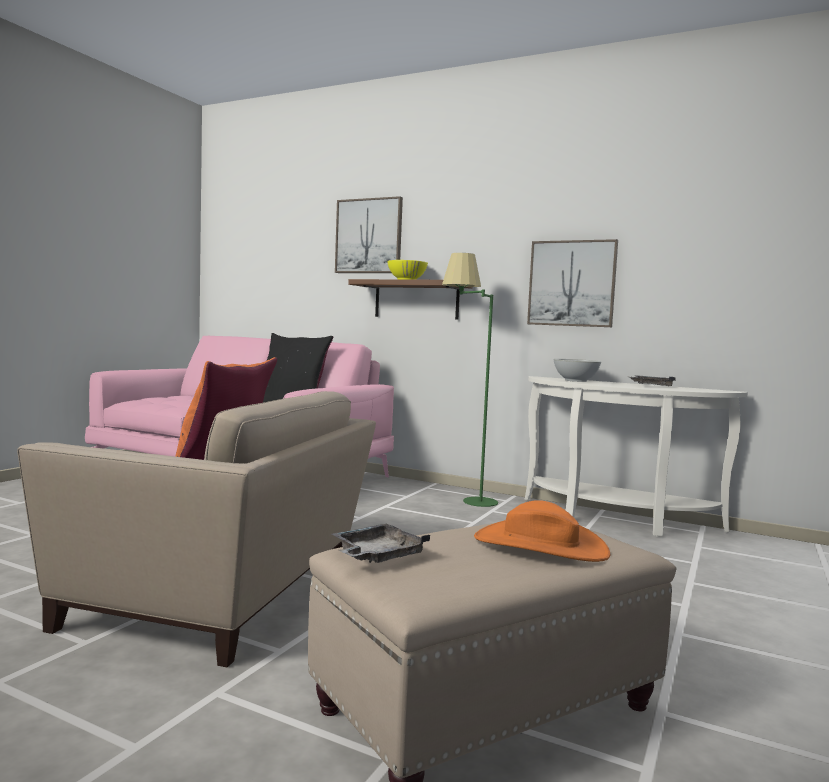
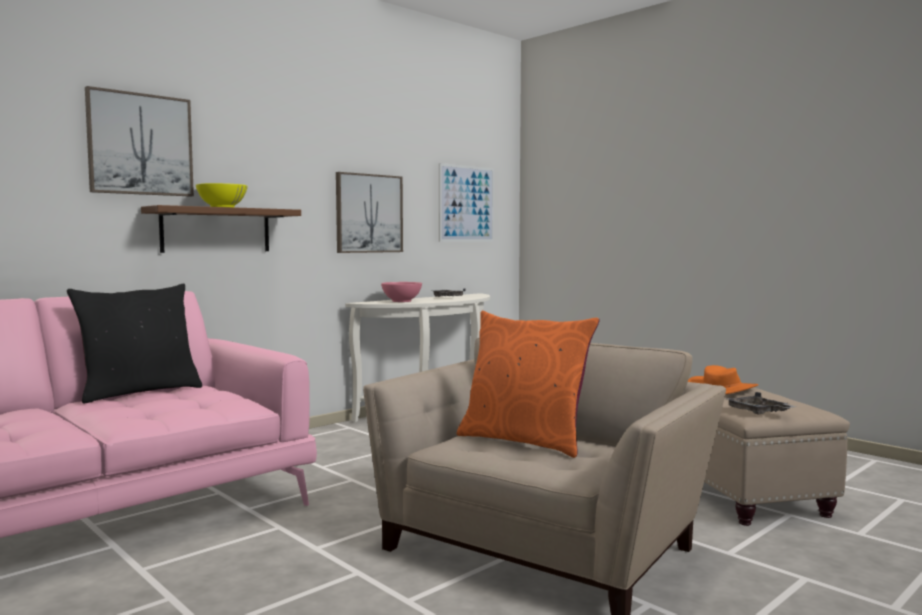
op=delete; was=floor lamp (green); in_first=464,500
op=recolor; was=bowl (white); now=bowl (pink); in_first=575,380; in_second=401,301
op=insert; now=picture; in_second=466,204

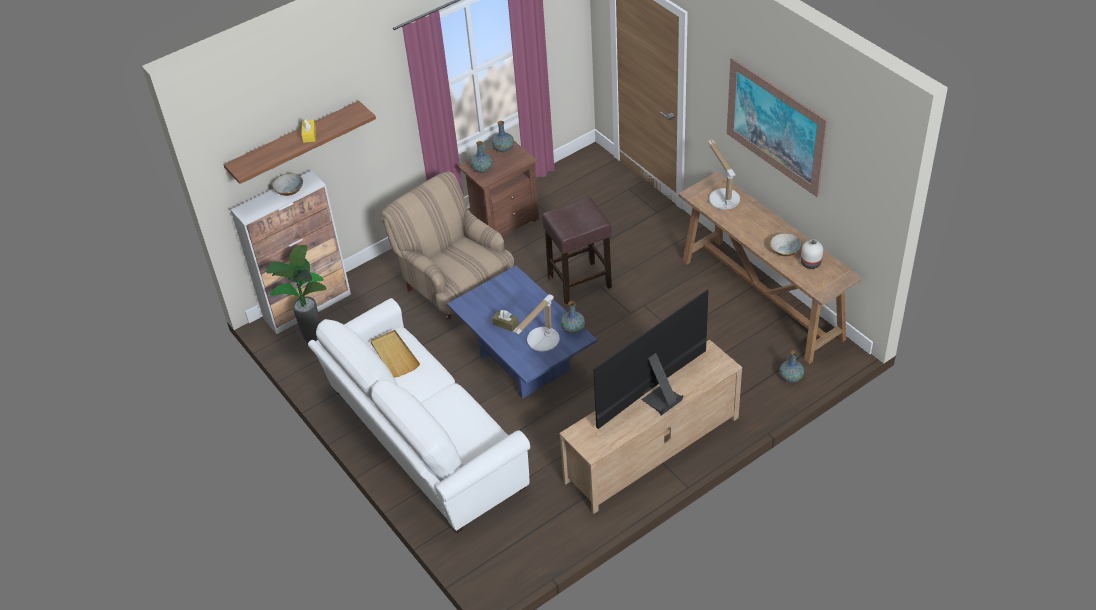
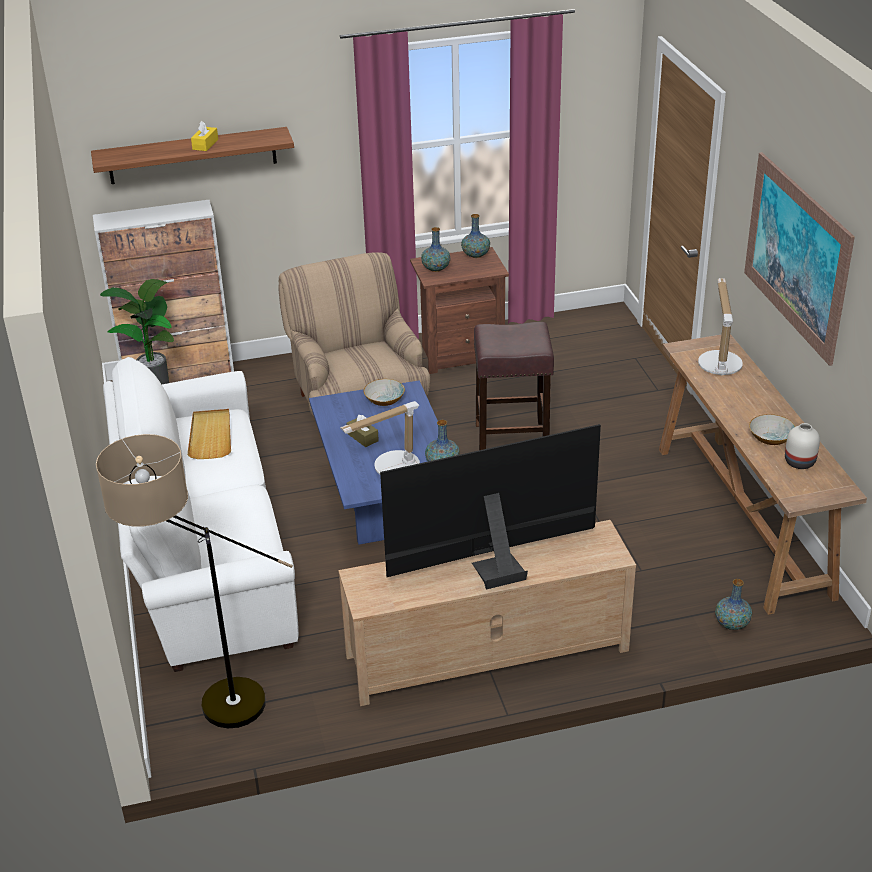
op=move; was=bowl; in_first=289,191; in_second=384,401
op=insert; now=floor lamp; in_second=207,709

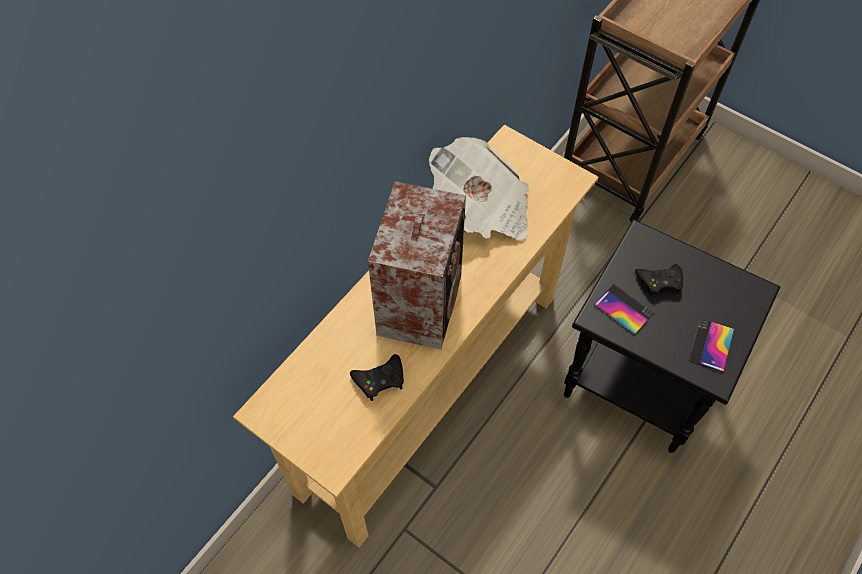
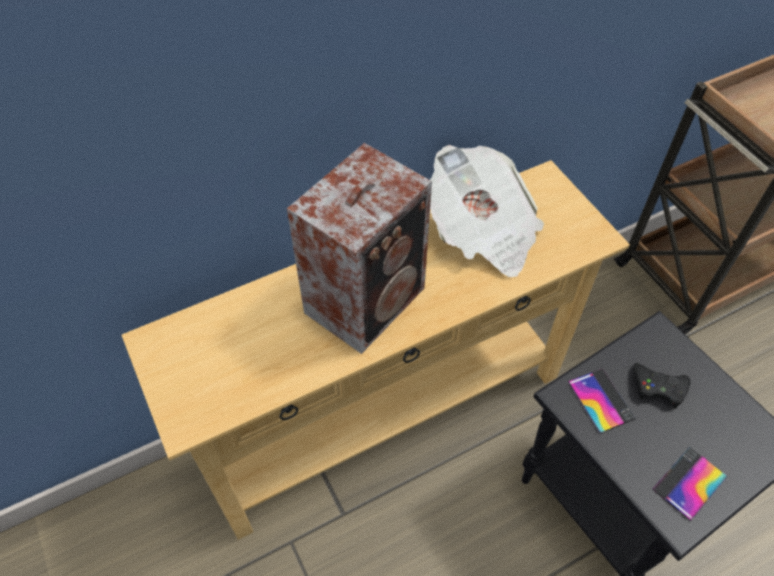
op=delete; was=game controller (black); in_first=380,379

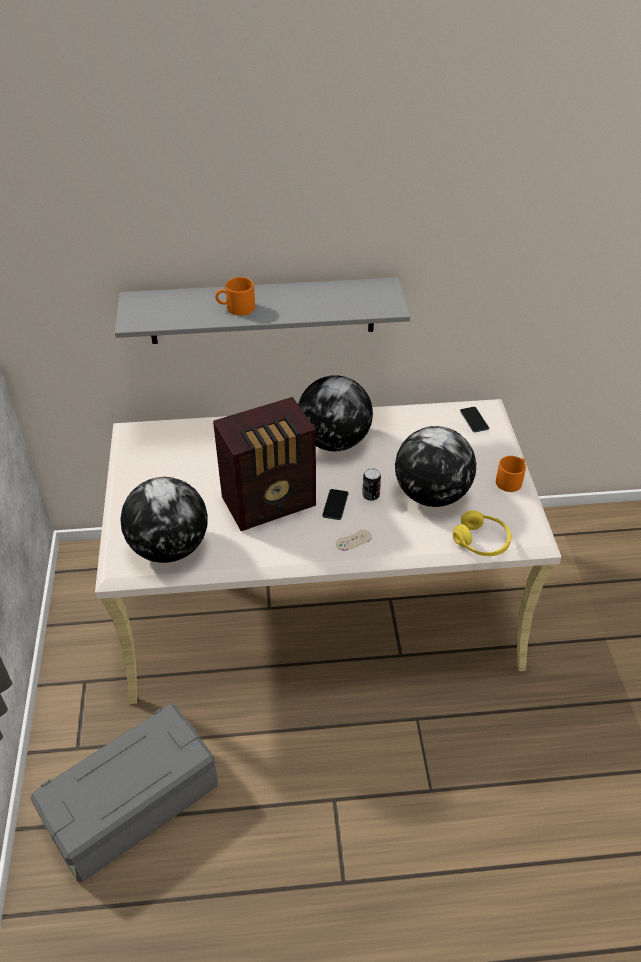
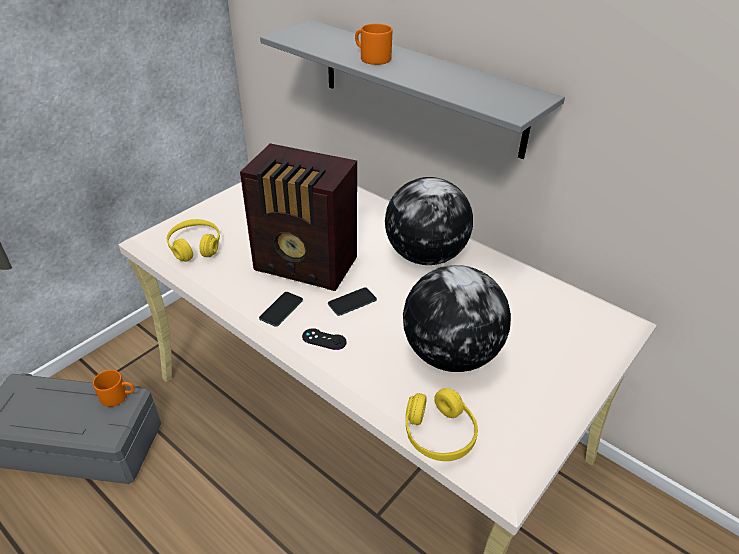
op=move; was=phone; in_first=474,420; in_second=281,309
op=move; was=mug (orange); in_first=511,480; in_second=118,396
op=delete; was=can; in_first=370,495
op=replace; was=globe; now=headphones (yellow); in_first=169,547; in_second=195,247
op=recolor; was=game controller (beige); now=game controller (black); in_first=353,540; in_second=324,339

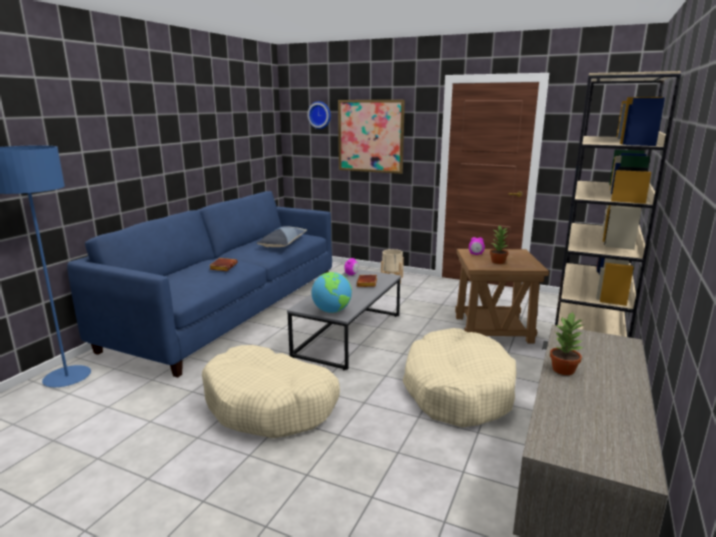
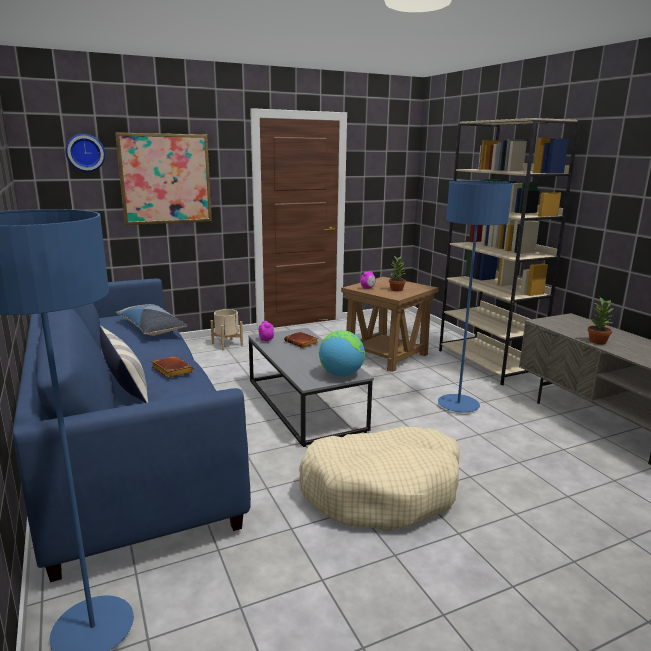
op=replace; was=dog bed (beige); now=floor lamp (blue); in_first=457,390; in_second=458,405
op=insert; now=pillow; in_second=126,384

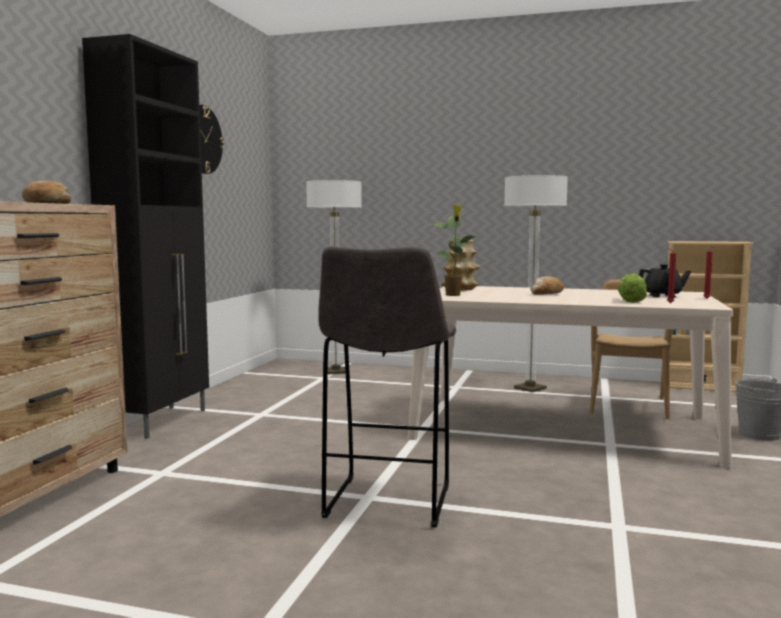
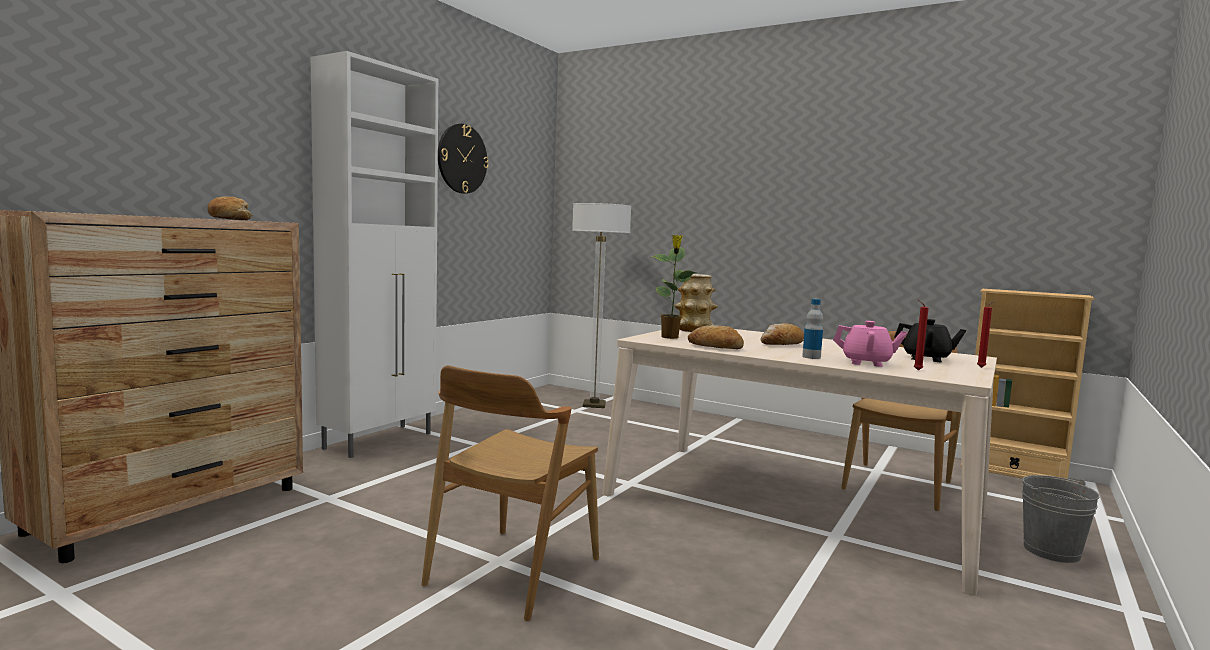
op=recolor; was=cabinet (black); now=cabinet (white); in_first=161,421; in_second=380,440
op=delete; was=floor lamp; in_first=530,388
op=replace; was=stool (grey); now=chair (brown); in_first=387,503; in_second=512,571
op=replace; was=lettuce; now=teapot (pink); in_first=629,301; in_second=867,363
op=insert; now=bottle; in_second=811,357
op=insert; now=bread; in_second=715,347

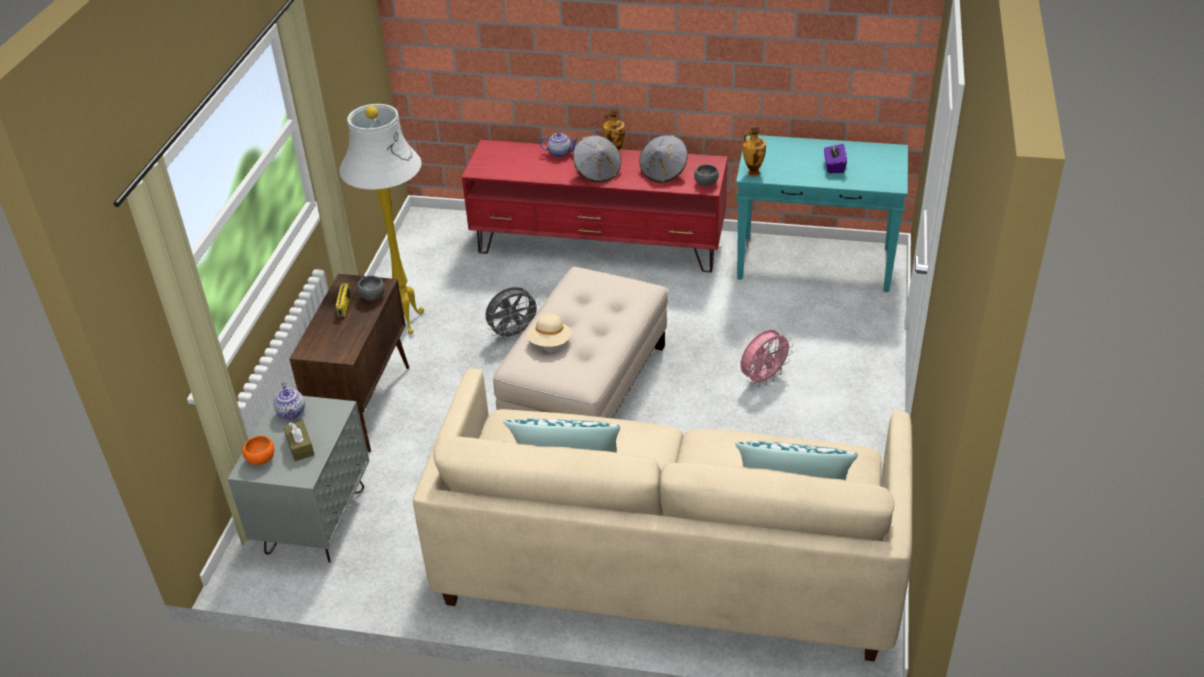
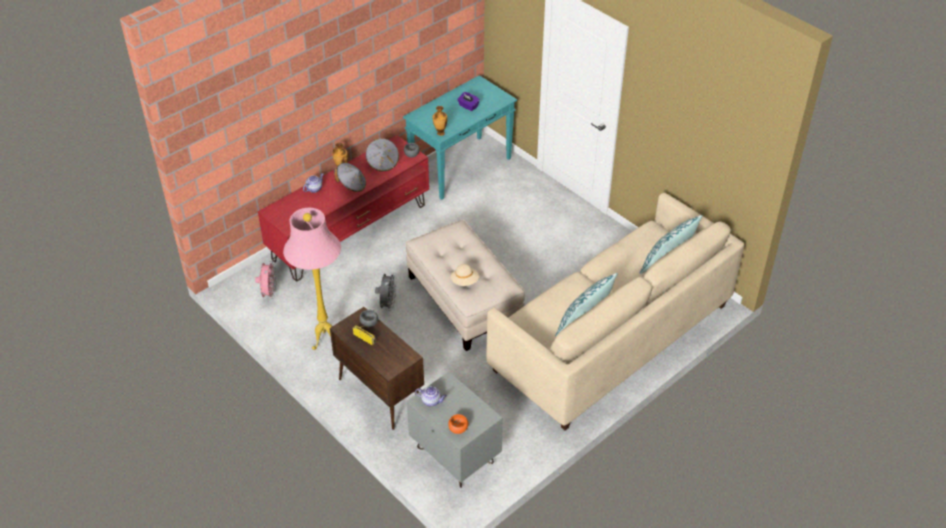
op=recolor; was=floor lamp (white); now=floor lamp (pink); in_first=407,321; in_second=324,341
op=move; was=fan (pink); in_first=763,378; in_second=269,293
op=delete; was=tissue box (brown); in_first=300,446

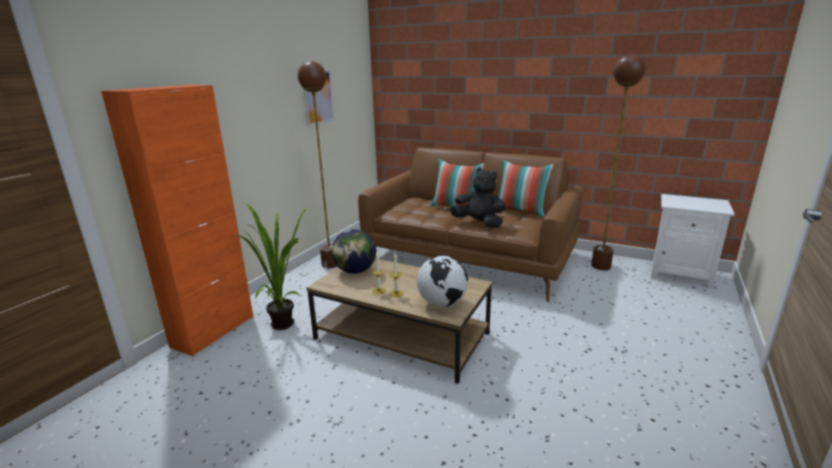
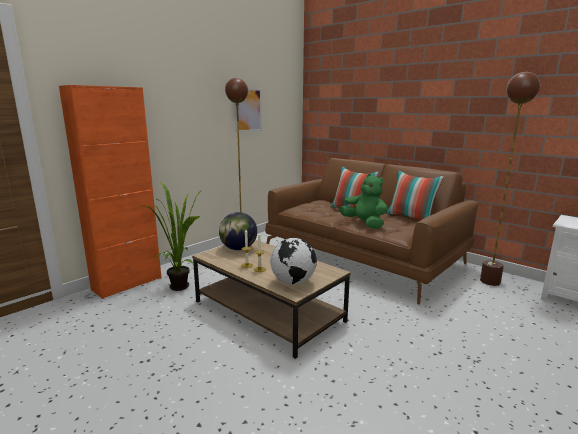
op=recolor; was=plush toy (black); now=plush toy (green); in_first=479,223; in_second=364,224

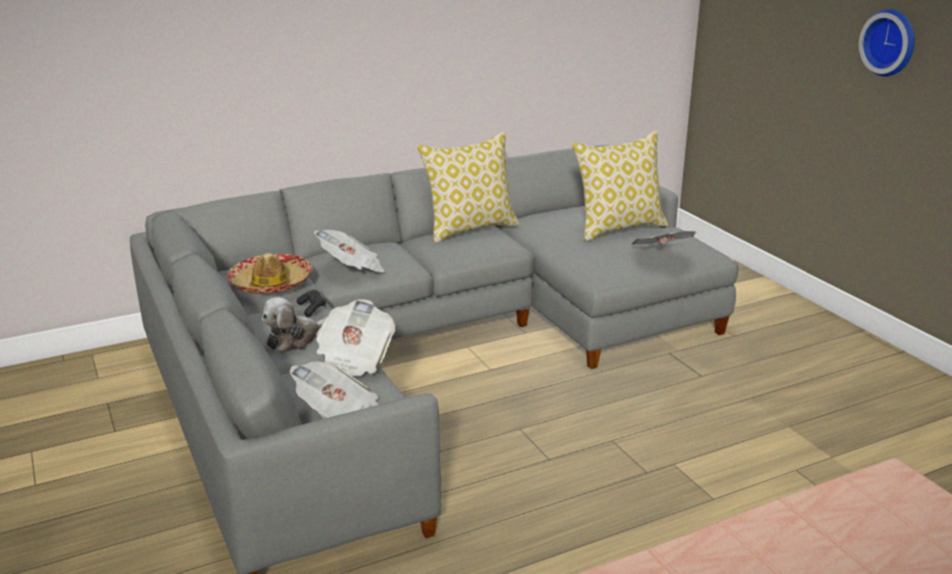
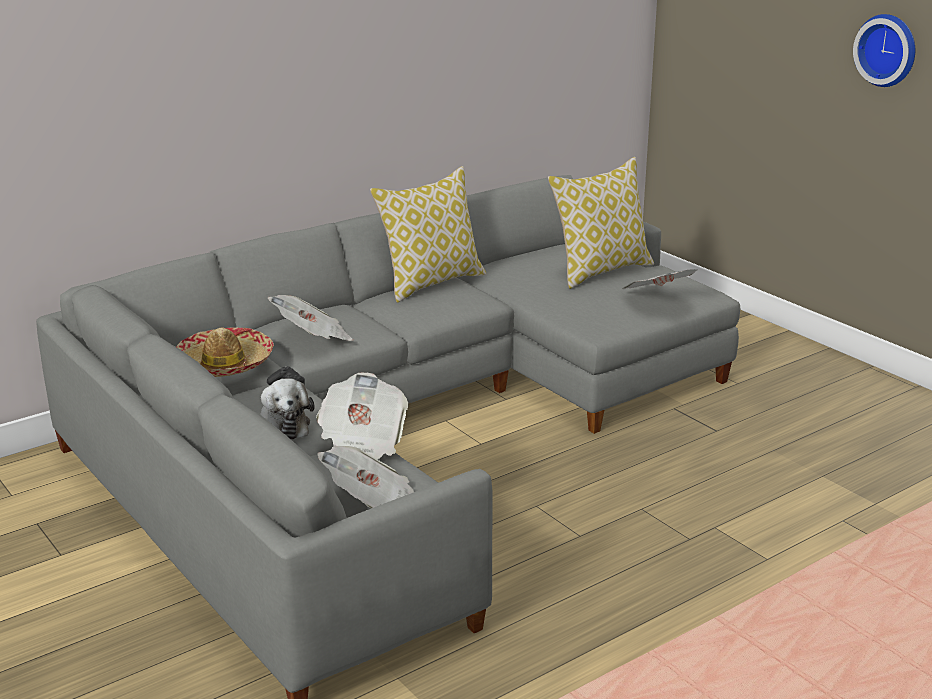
op=rotate; was=plush toy; in_first=295,339; in_second=283,425; clockwise=-60

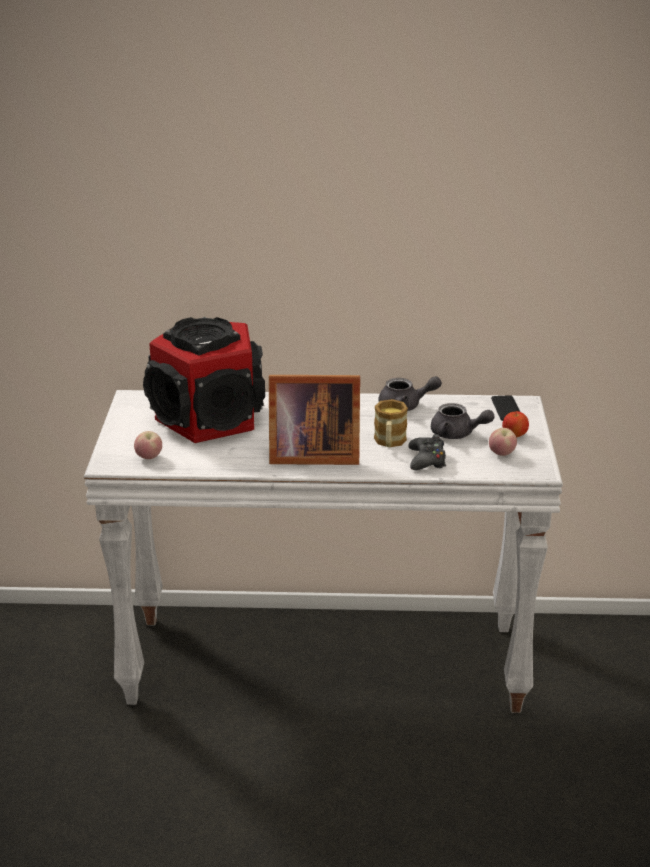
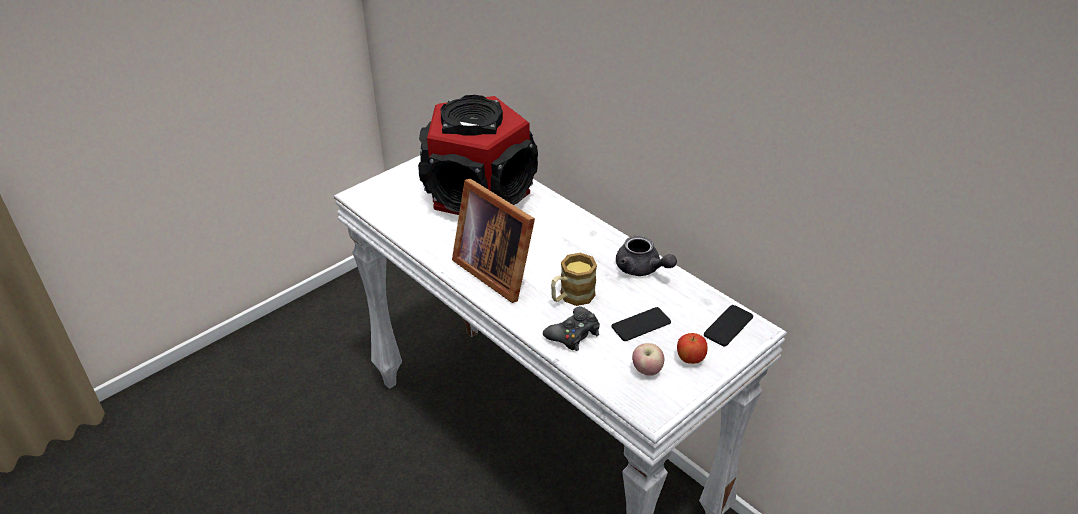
op=replace; was=teapot (grey); now=phone; in_first=457,434; in_second=641,325
op=delete; was=apple; in_first=149,457

